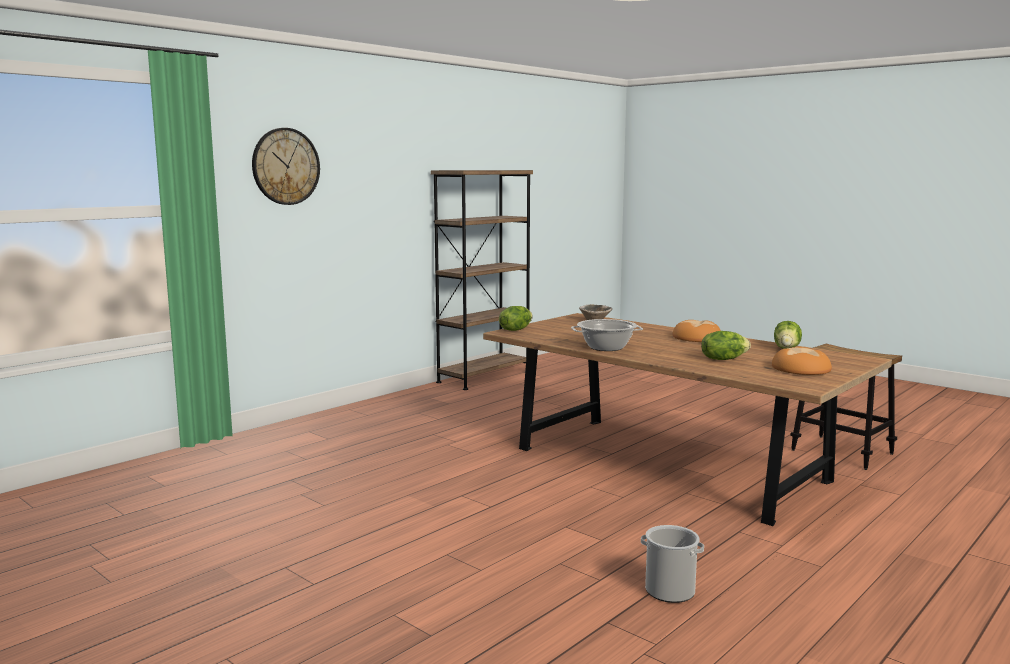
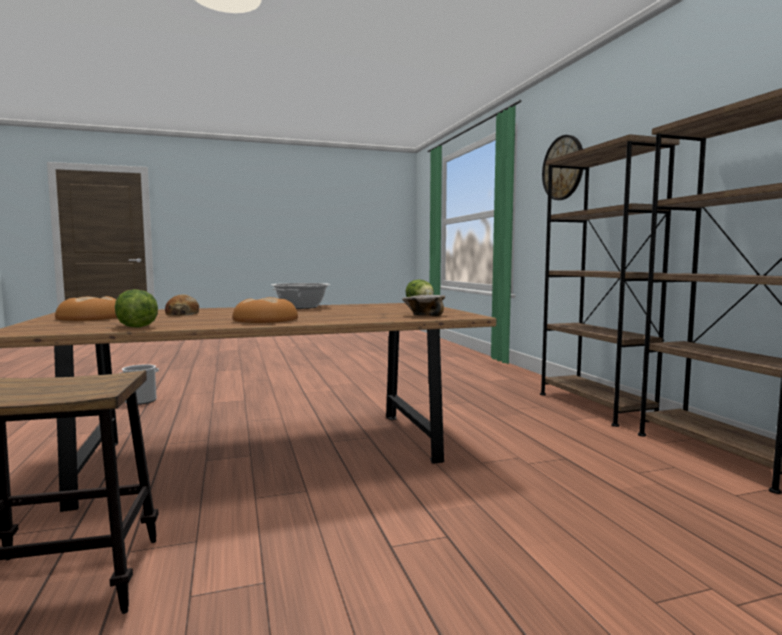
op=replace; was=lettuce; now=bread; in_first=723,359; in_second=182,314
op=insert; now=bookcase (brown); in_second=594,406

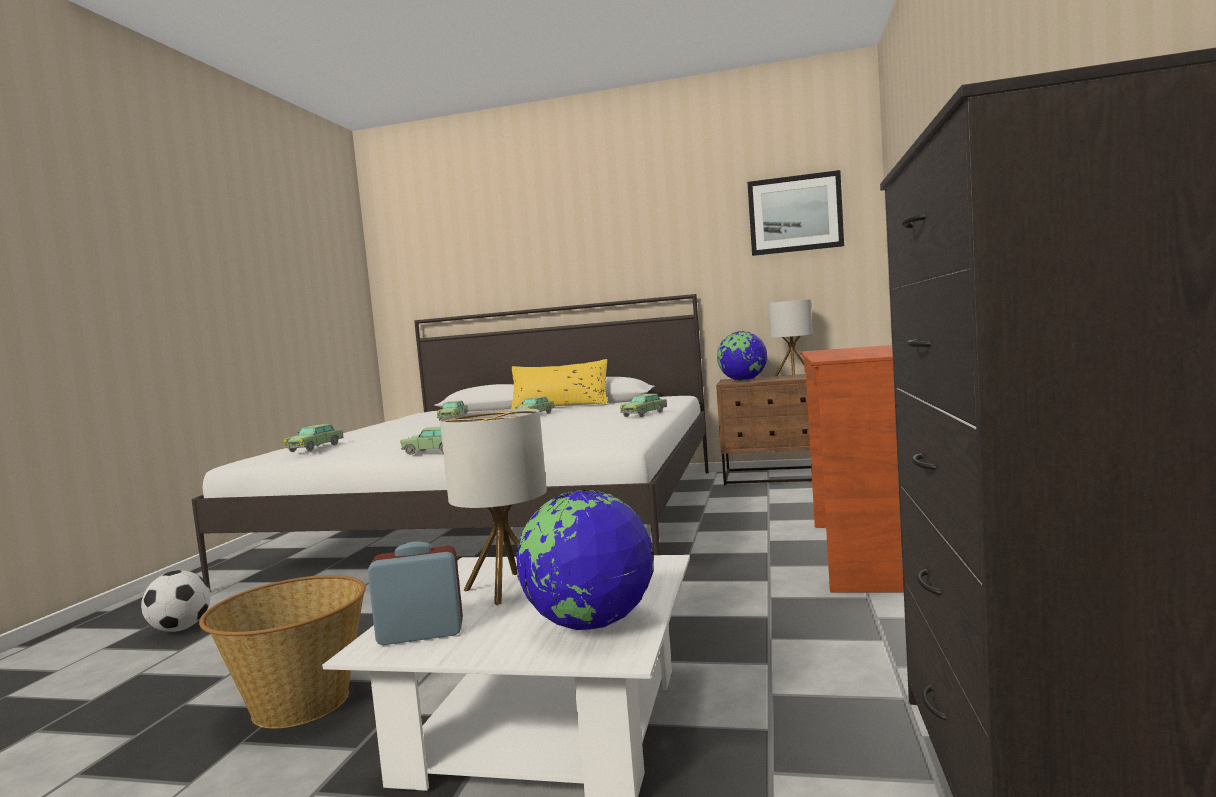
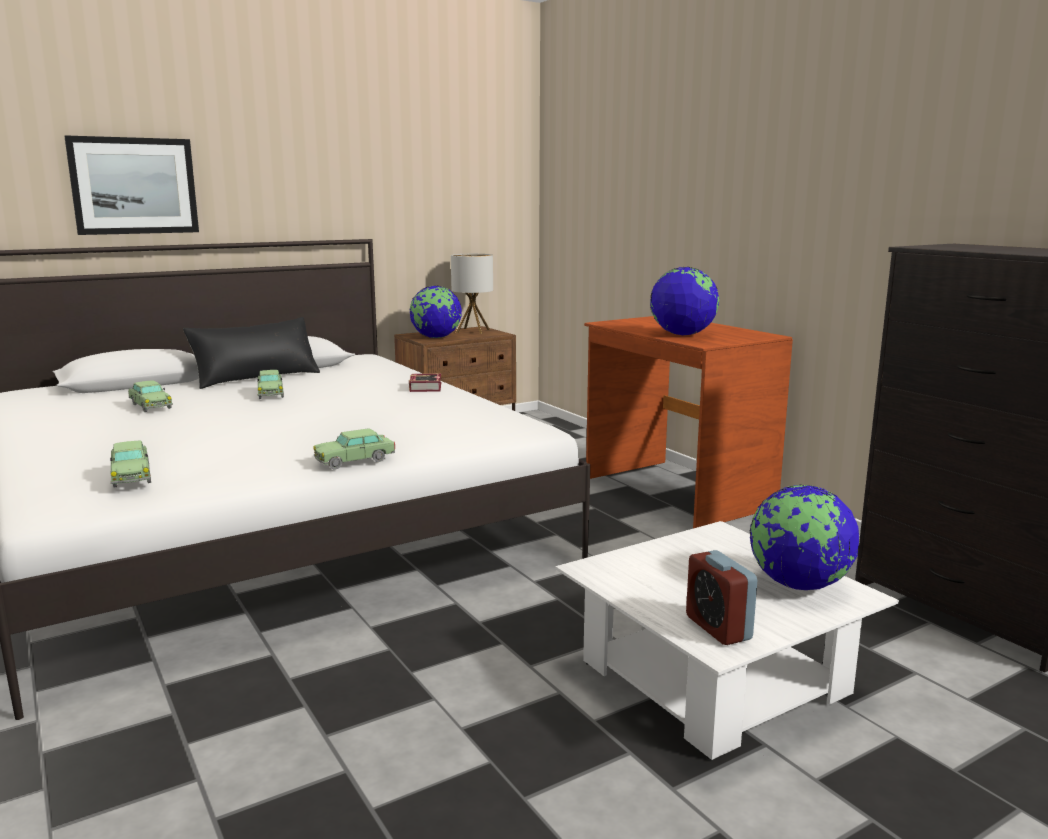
op=move; was=picture; in_first=795,214; in_second=134,186
op=recolor; was=pillow (yellow); now=pillow (black); in_first=561,407; in_second=256,378
op=replace; was=toy car; now=book; in_first=644,414; in_second=427,387
op=delete; was=table lamp; in_first=507,587
op=rotate; was=alarm clock; in_first=421,633; in_second=718,628; clockwise=-60
op=delete; was=football; in_first=180,629
op=delete; was=basket; in_first=298,704
op=insert; now=globe; in_second=682,335

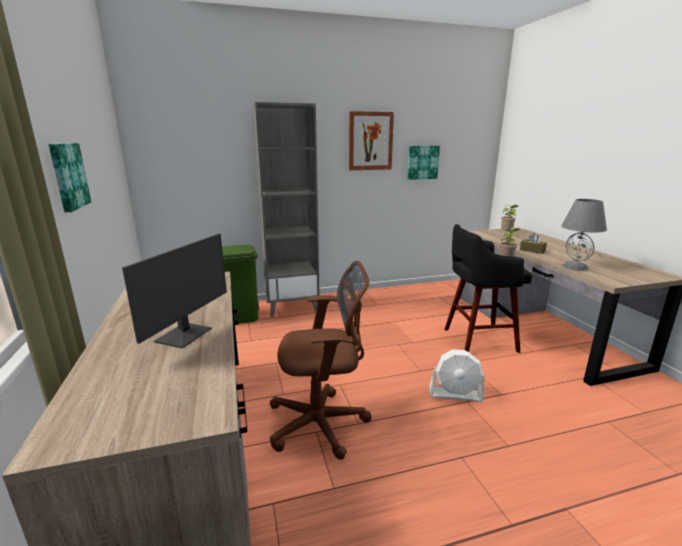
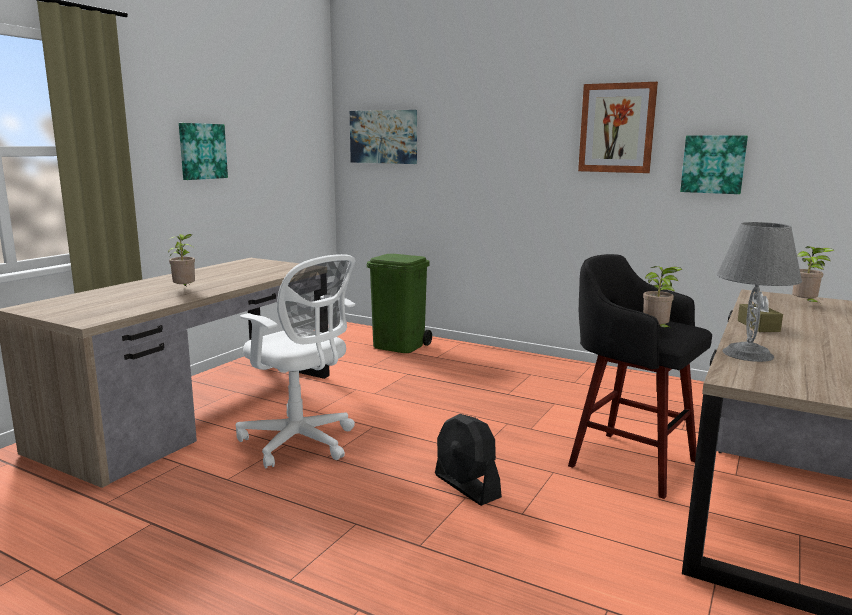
op=delete; was=bookcase (grey); in_first=291,306
op=replace; was=monitor; now=potted plant; in_first=185,335; in_second=185,290
op=recolor; was=office chair (brown); now=office chair (white); in_first=322,424; in_second=301,443
op=recolor; was=fan (white); now=fan (black); in_first=455,394; in_second=467,486
op=insert; now=picture; in_second=383,137

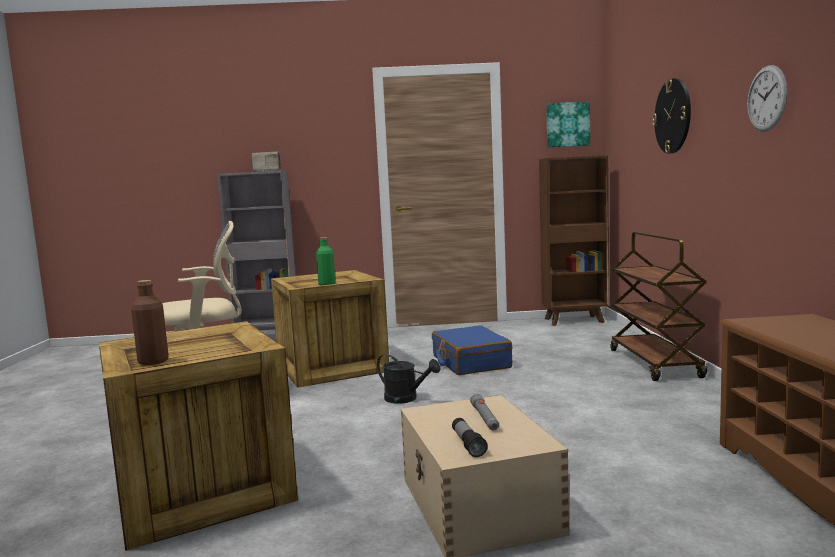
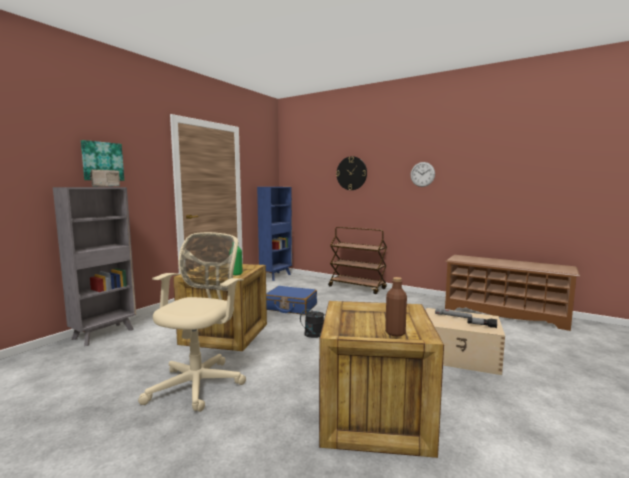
op=move; was=picture; in_first=567,125; in_second=102,161
op=recolor; was=bookcase (brown); now=bookcase (blue); in_first=575,320; in_second=276,276

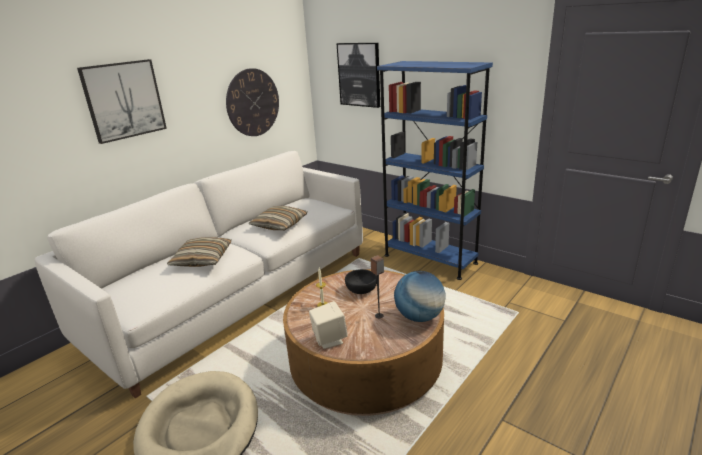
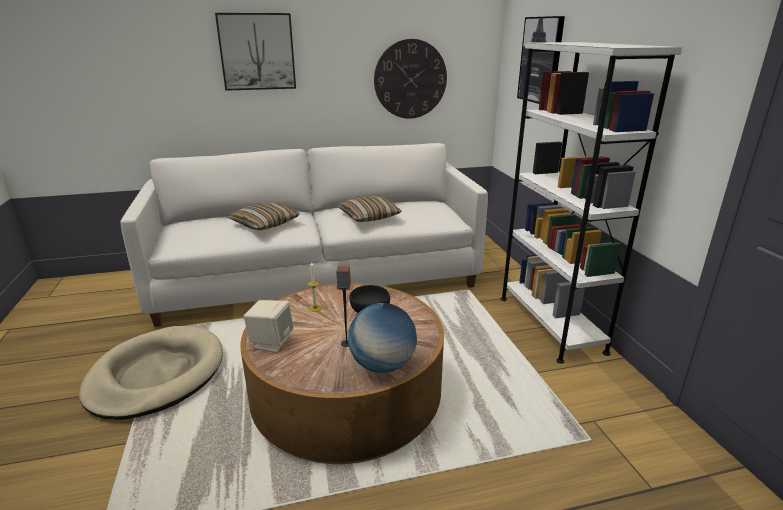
op=recolor; was=bookcase (blue); now=bookcase (white); in_first=430,259; in_second=550,324

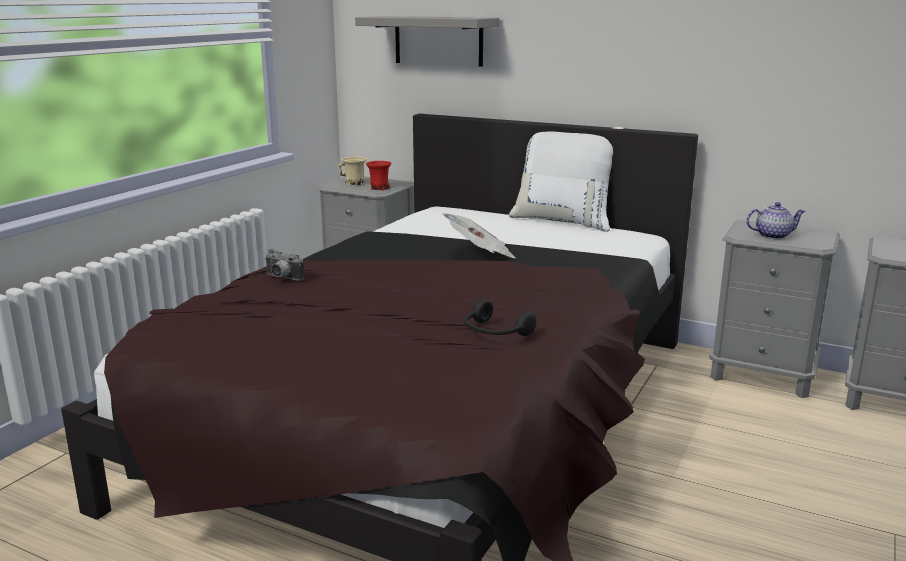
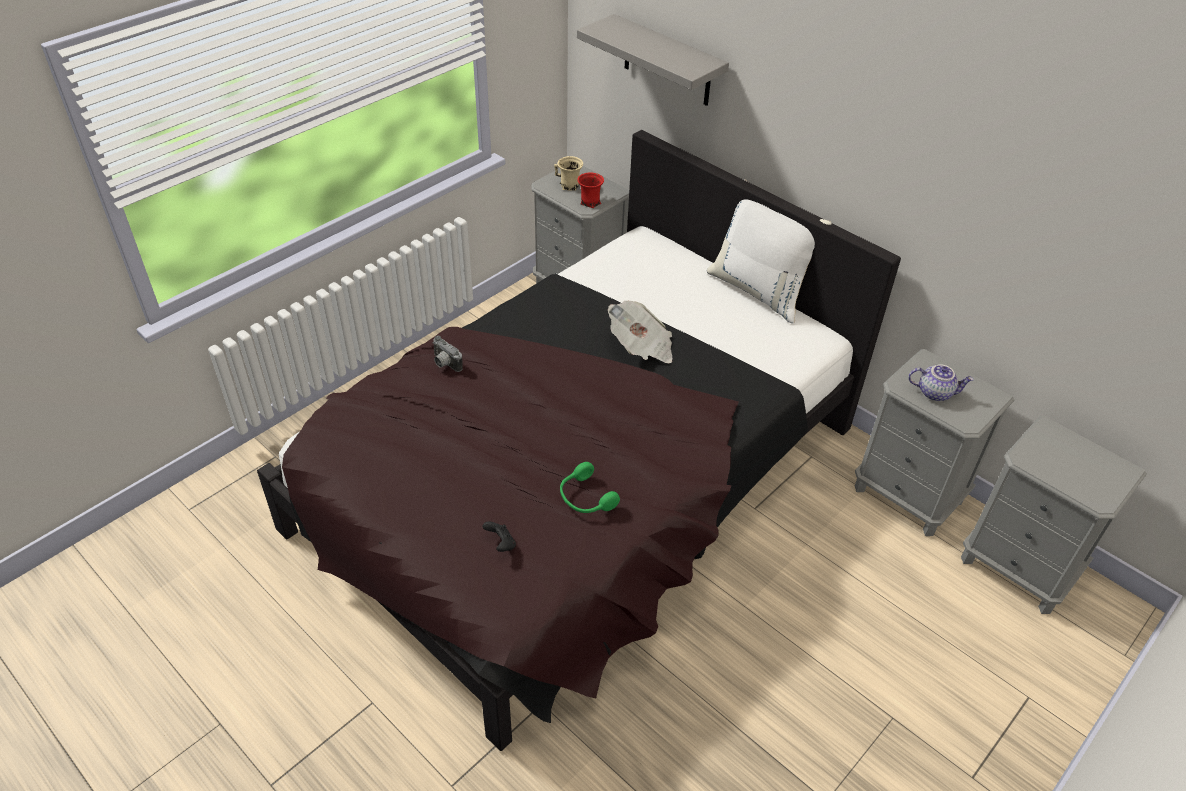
op=recolor; was=headphones (black); now=headphones (green); in_first=494,333; in_second=585,498
op=insert; now=game controller (black); in_second=501,544

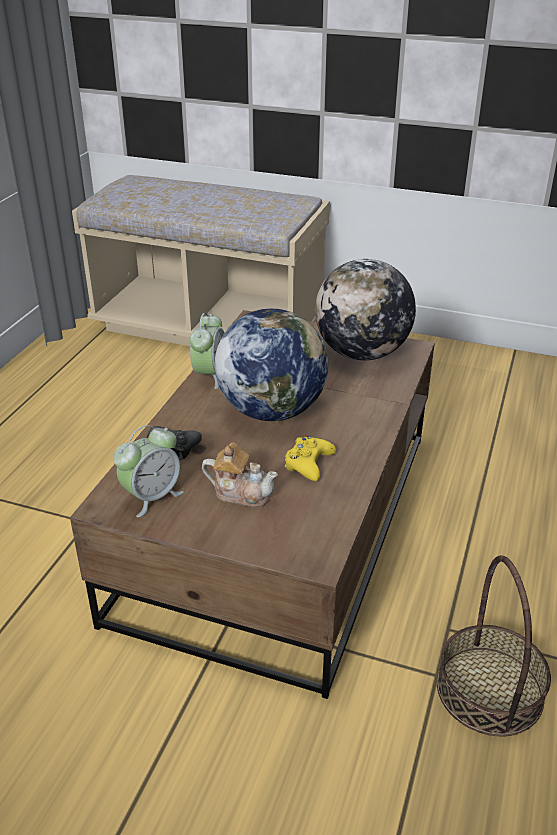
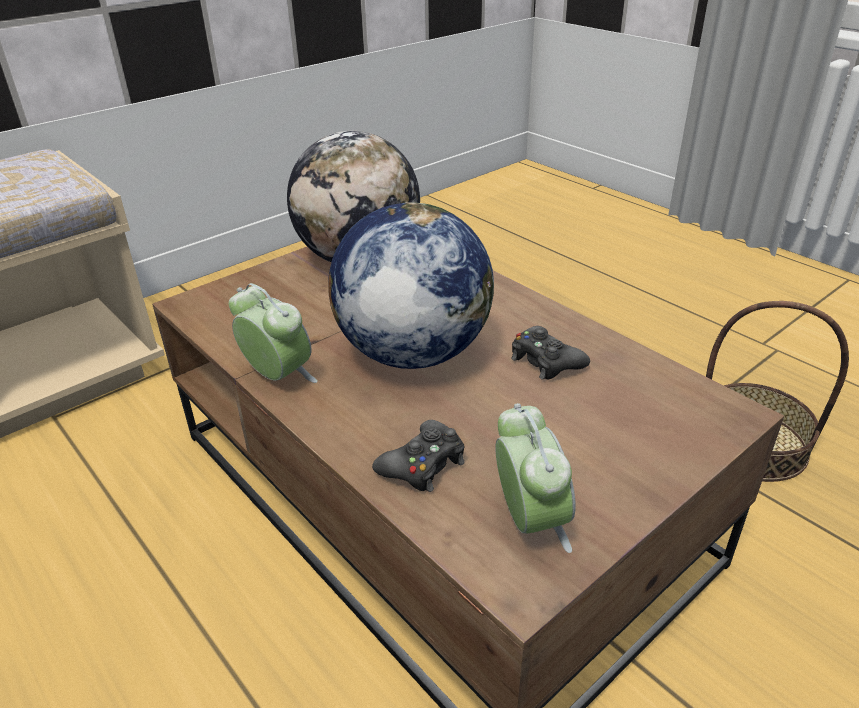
op=recolor; was=game controller (yellow); now=game controller (black); in_first=308,463; in_second=545,361
op=delete; was=teapot; in_first=241,493

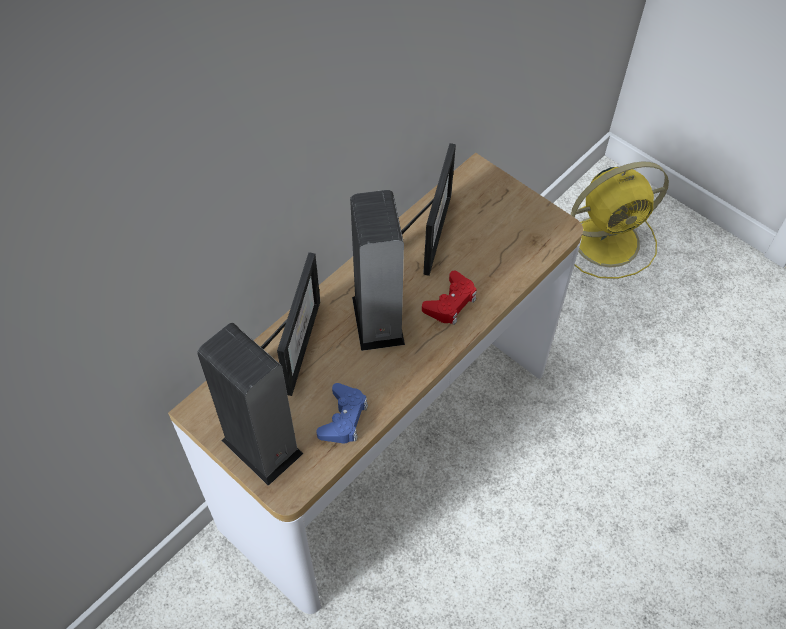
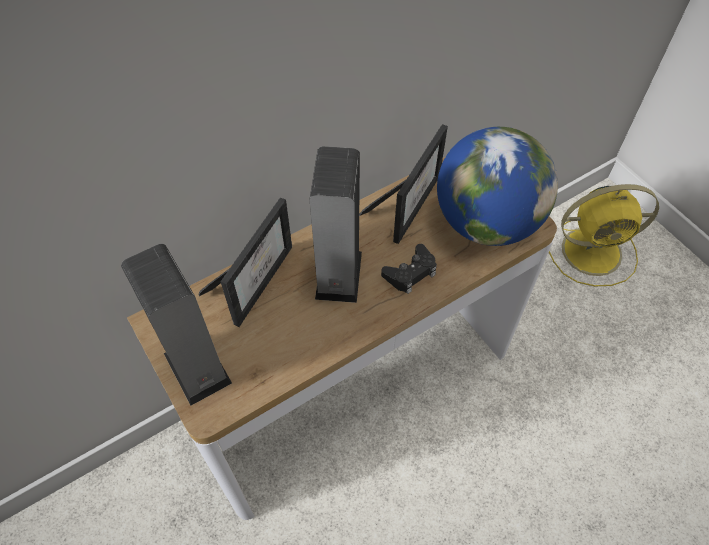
op=recolor; was=game controller (red); now=game controller (black); in_first=450,302; in_second=410,273
op=delete; was=game controller (blue); in_first=343,418
op=insert; now=globe; in_second=486,222

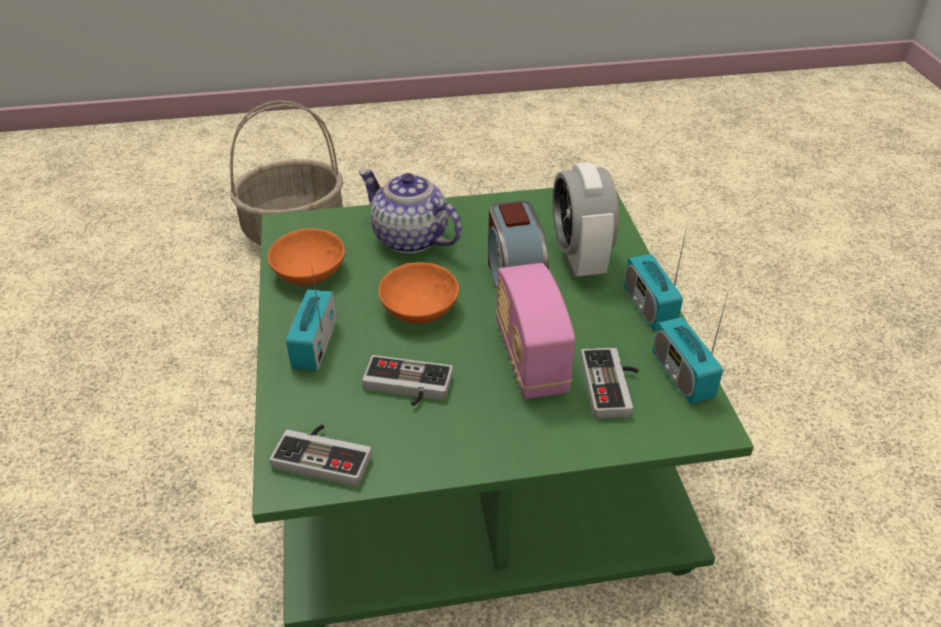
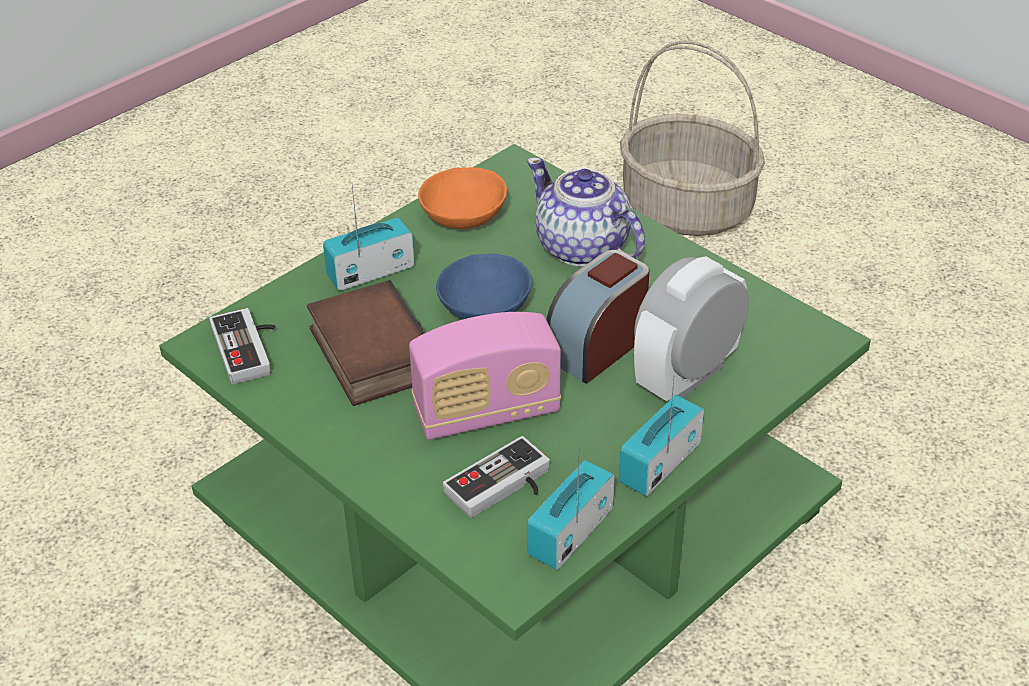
op=rotate; was=teapot; in_first=410,239; in_second=582,248; clockwise=-45
op=recolor; was=bowl (orange); now=bowl (blue); in_first=416,307; in_second=483,304
op=rotate; was=radio; in_first=530,358; in_second=486,412; clockwise=-150
op=replace; was=game controller; now=book; in_first=406,388; in_second=369,353

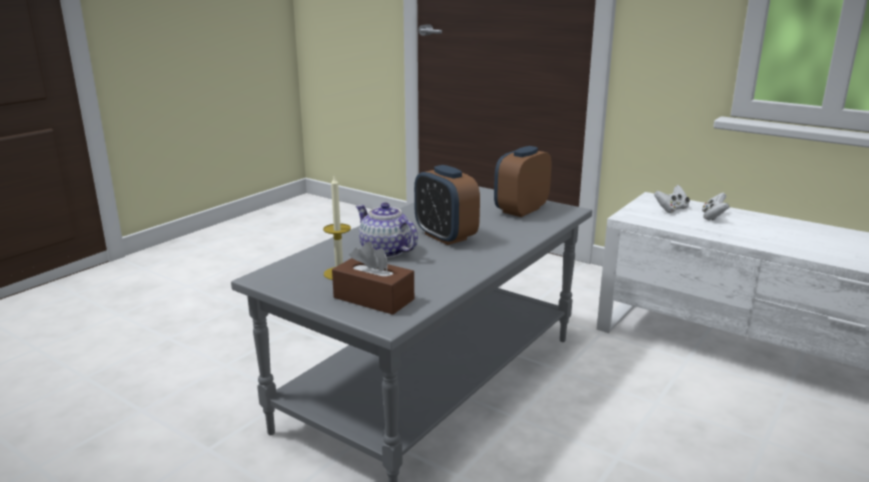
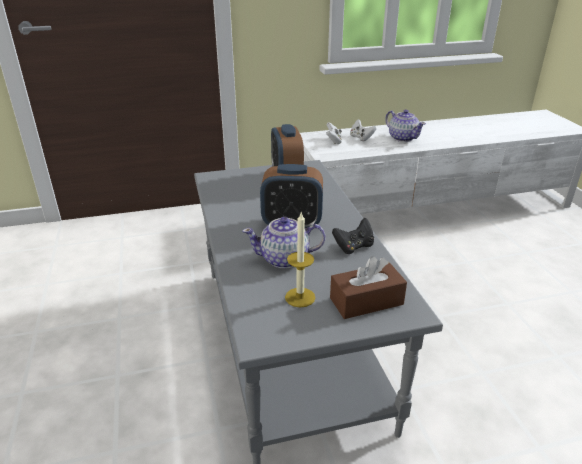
op=insert; now=teapot; in_second=402,138
op=insert; now=game controller (black); in_second=354,247

